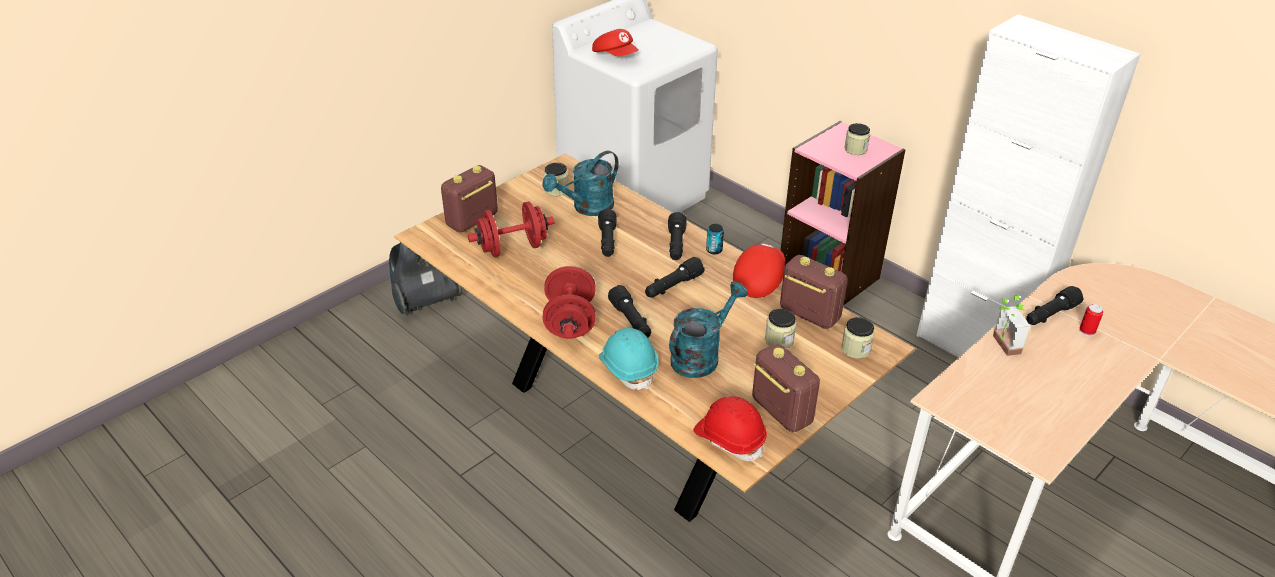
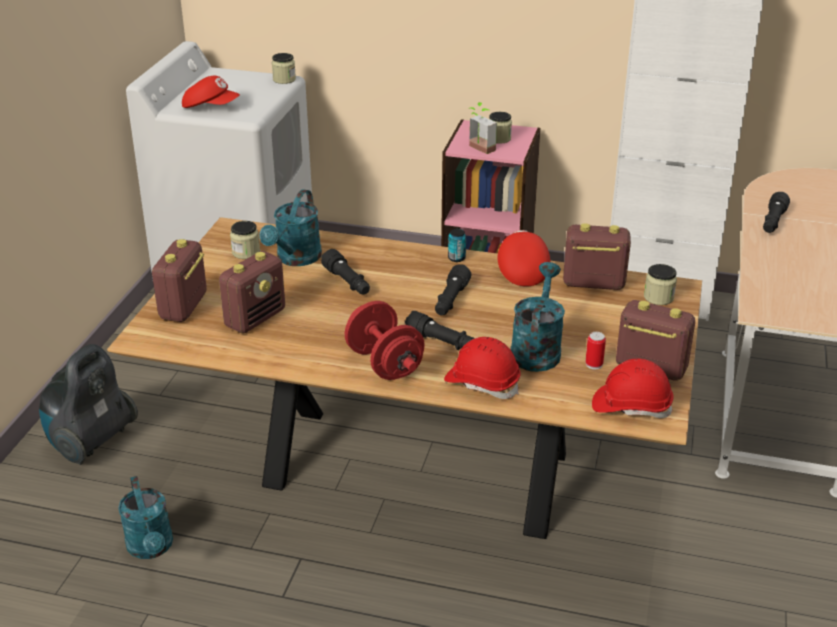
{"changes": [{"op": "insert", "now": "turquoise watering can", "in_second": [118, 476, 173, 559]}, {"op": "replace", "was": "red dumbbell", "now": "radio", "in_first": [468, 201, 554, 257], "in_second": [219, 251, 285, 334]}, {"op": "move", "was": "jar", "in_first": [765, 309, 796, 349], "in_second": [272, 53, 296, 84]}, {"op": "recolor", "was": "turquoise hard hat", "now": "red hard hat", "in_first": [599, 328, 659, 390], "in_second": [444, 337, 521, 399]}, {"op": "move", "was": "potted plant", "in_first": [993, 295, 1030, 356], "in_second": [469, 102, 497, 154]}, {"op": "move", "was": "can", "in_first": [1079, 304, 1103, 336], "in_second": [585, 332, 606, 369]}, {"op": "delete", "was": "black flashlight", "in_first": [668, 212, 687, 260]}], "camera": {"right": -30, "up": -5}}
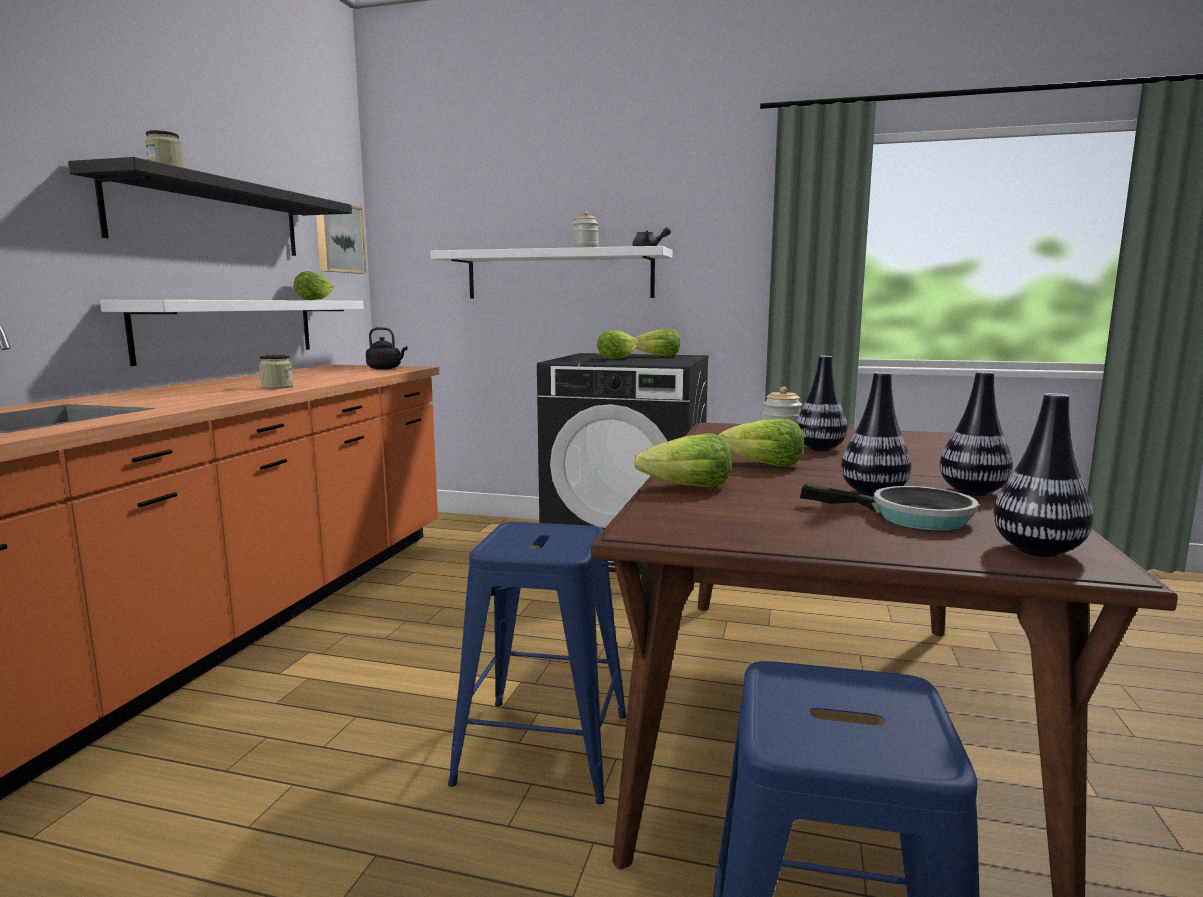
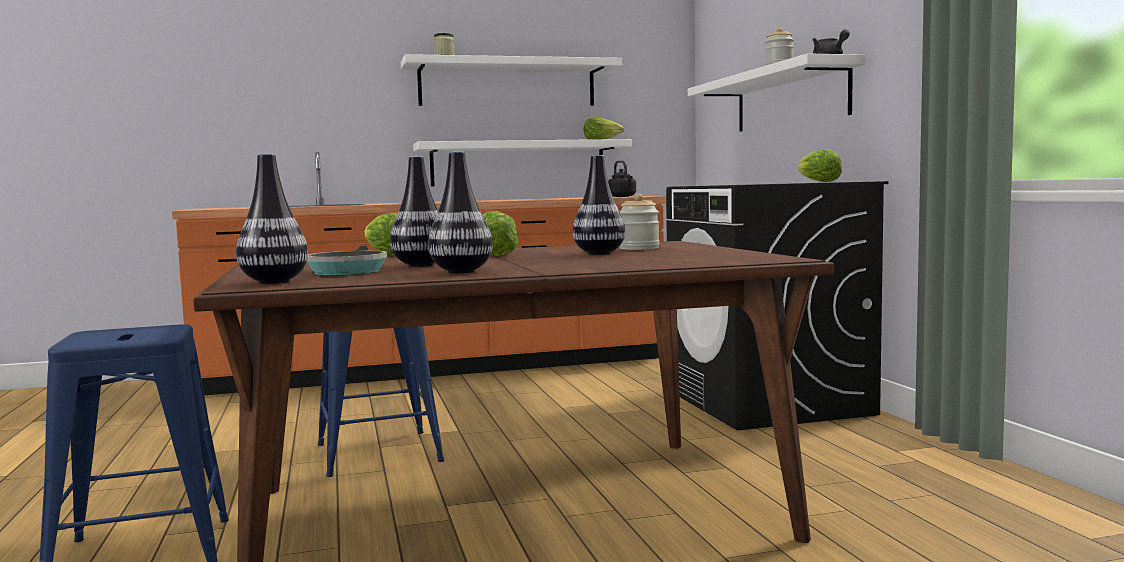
{"changes": [{"op": "recolor", "was": "black shelf", "now": "white shelf", "in_first": [68, 157, 352, 256], "in_second": [401, 54, 622, 106]}, {"op": "delete", "was": "jar", "in_first": [259, 355, 293, 389]}, {"op": "delete", "was": "picture", "in_first": [316, 205, 366, 274]}, {"op": "delete", "was": "lettuce", "in_first": [597, 330, 639, 360]}], "camera": {"right": 60, "up": -5}}
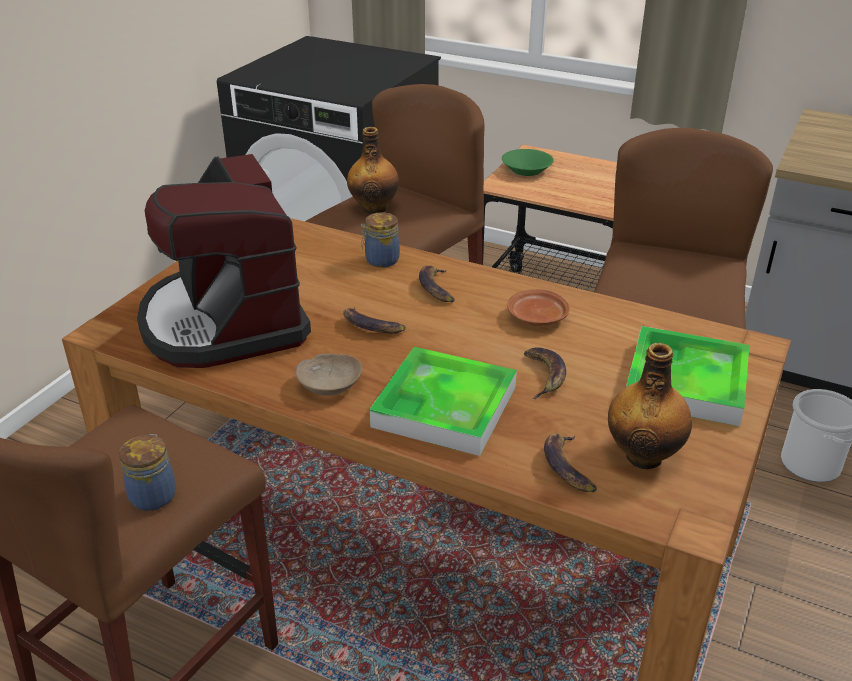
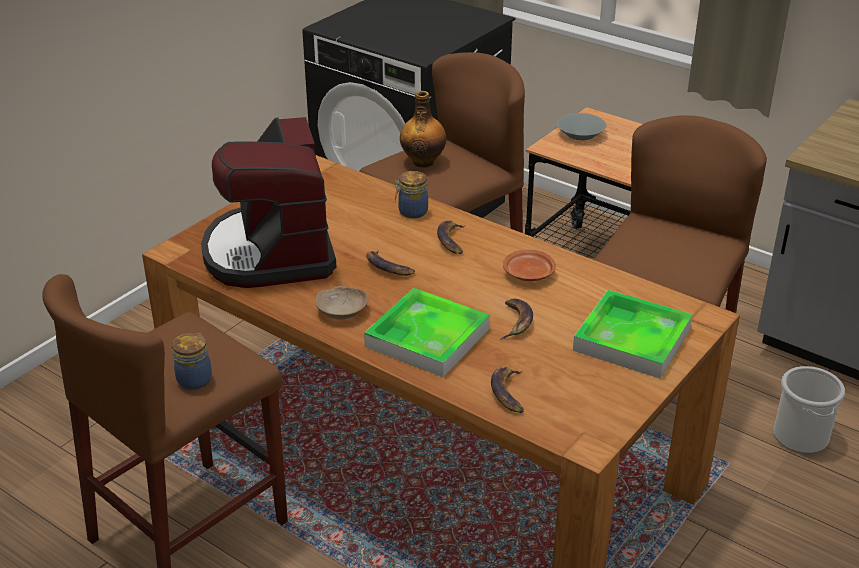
{"changes": [{"op": "recolor", "was": "green bowl", "now": "grey bowl", "in_first": [502, 149, 554, 176], "in_second": [557, 113, 606, 140]}, {"op": "delete", "was": "bottle", "in_first": [608, 343, 692, 469]}], "camera": {"right": 10, "up": 0}}
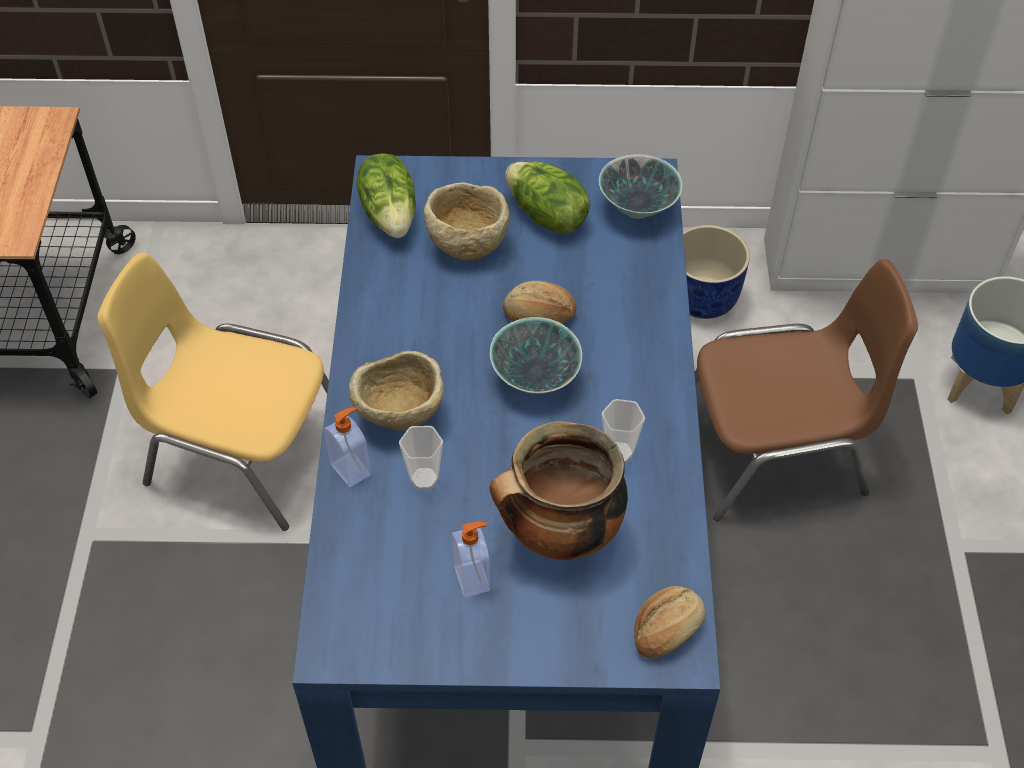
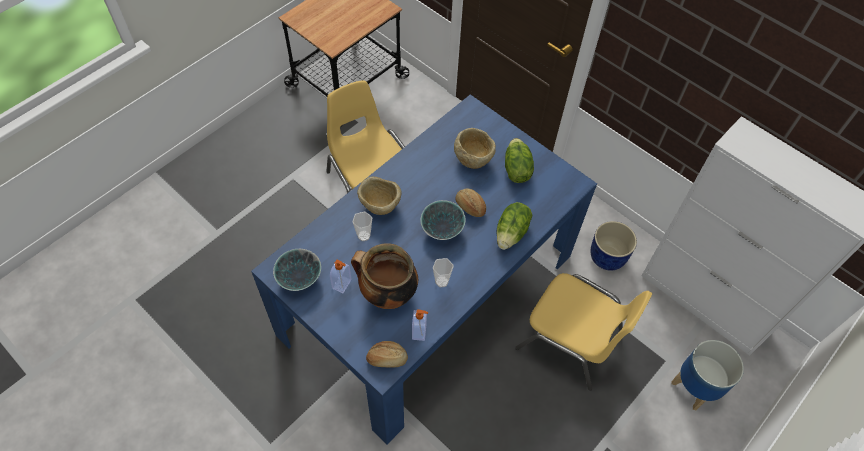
{"changes": [{"op": "move", "was": "bowl", "in_first": [599, 154, 682, 219], "in_second": [273, 249, 321, 291]}, {"op": "move", "was": "soap dispenser", "in_first": [324, 407, 371, 487], "in_second": [412, 310, 428, 341]}, {"op": "move", "was": "lettuce", "in_first": [356, 153, 415, 238], "in_second": [497, 202, 532, 250]}, {"op": "recolor", "was": "brown chair", "now": "yellow chair", "in_first": [695, 259, 918, 521], "in_second": [515, 273, 652, 391]}], "camera": {"right": 40, "up": 5}}
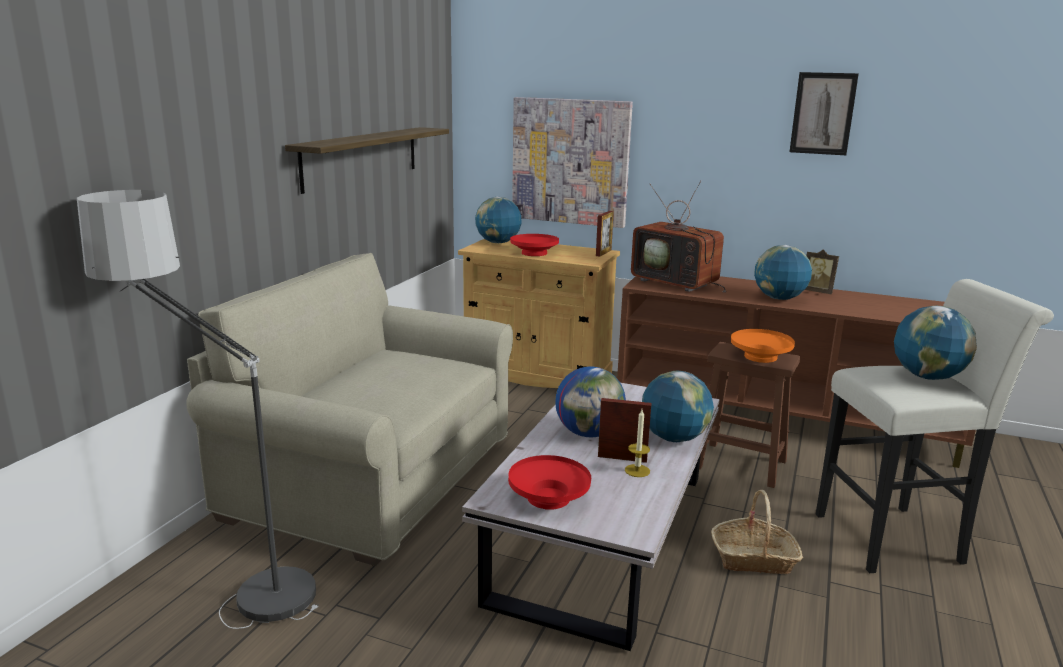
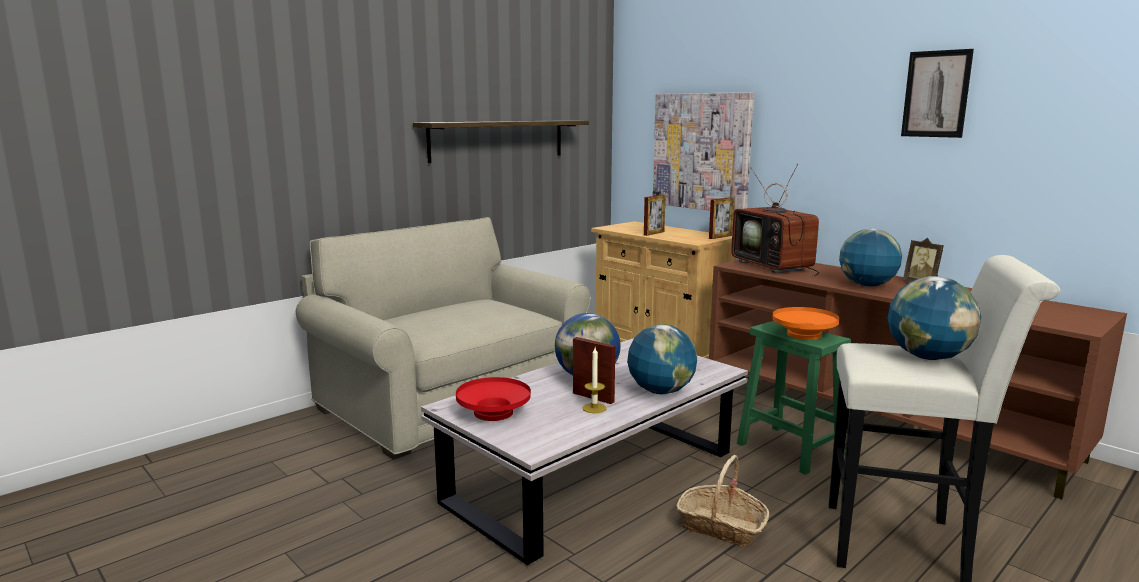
{"changes": [{"op": "replace", "was": "red bowl", "now": "picture frame", "in_first": [510, 234, 559, 256], "in_second": [644, 195, 666, 236]}, {"op": "recolor", "was": "brown stool", "now": "green stool", "in_first": [699, 342, 800, 488], "in_second": [737, 321, 851, 475]}, {"op": "delete", "was": "floor lamp", "in_first": [77, 190, 319, 629]}, {"op": "delete", "was": "globe", "in_first": [475, 197, 521, 243]}], "camera": {"right": 25, "up": -5}}
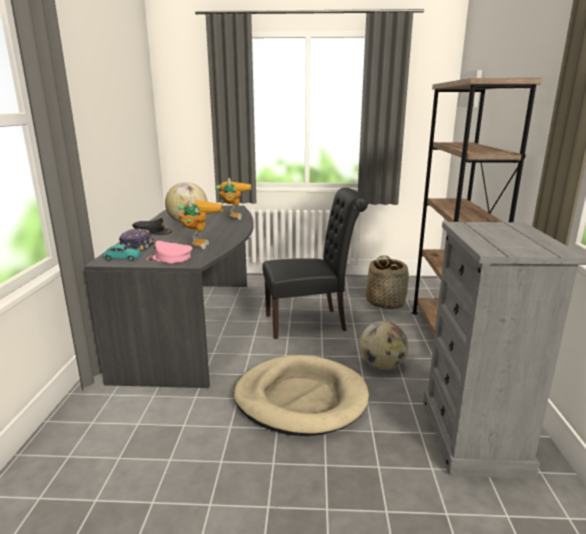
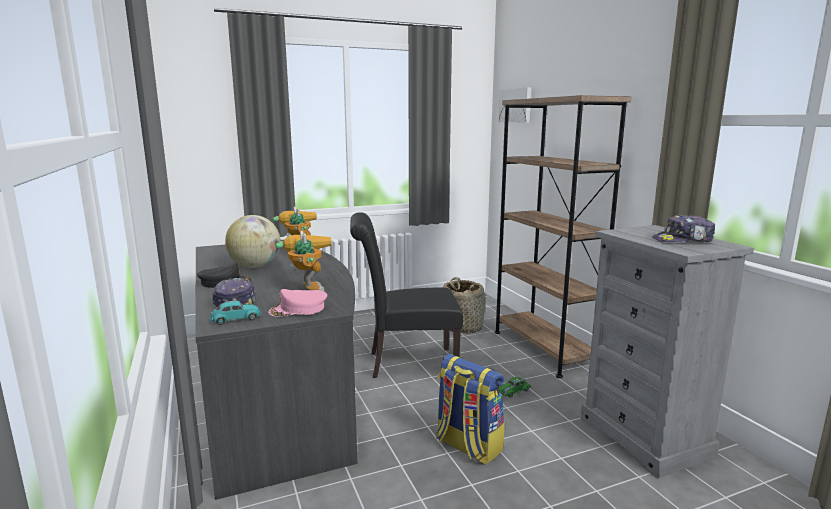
{"changes": [{"op": "rotate", "was": "black chair", "in_first": [263, 188, 368, 339], "in_second": [350, 212, 463, 378], "clockwise": -150}, {"op": "replace", "was": "beige dog bed", "now": "backpack", "in_first": [233, 355, 369, 436], "in_second": [436, 354, 505, 465]}, {"op": "replace", "was": "globe", "now": "green toy car", "in_first": [360, 321, 408, 370], "in_second": [499, 377, 531, 398]}, {"op": "insert", "now": "cap", "in_second": [652, 215, 715, 242]}], "camera": {"right": -25, "up": -5}}
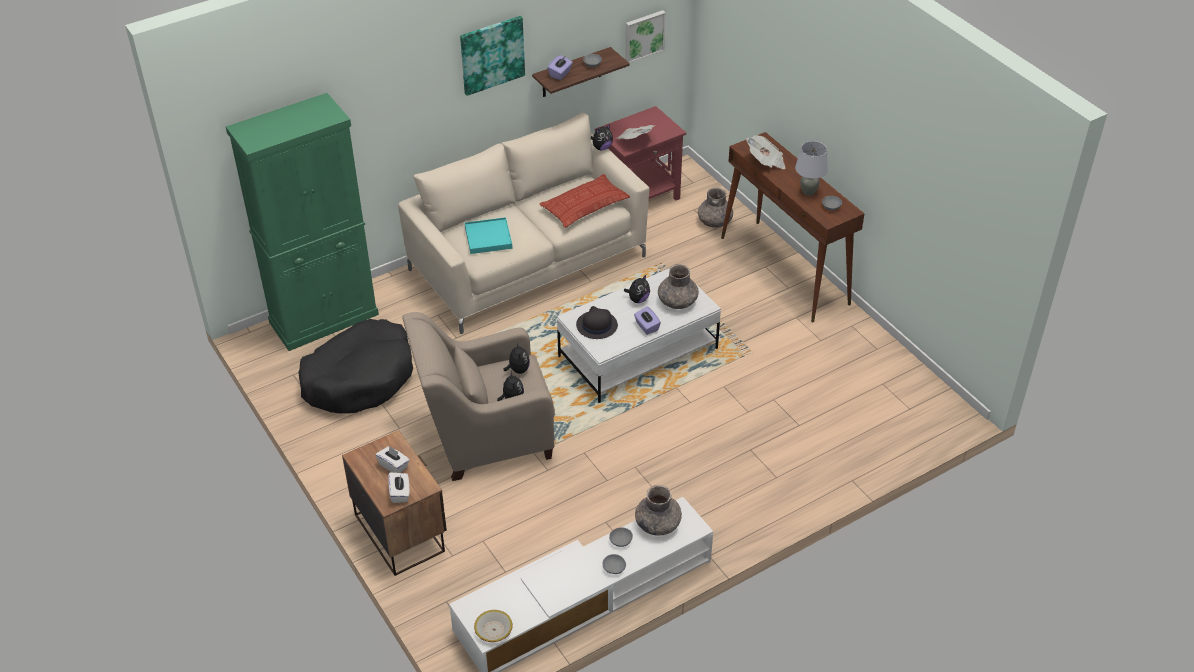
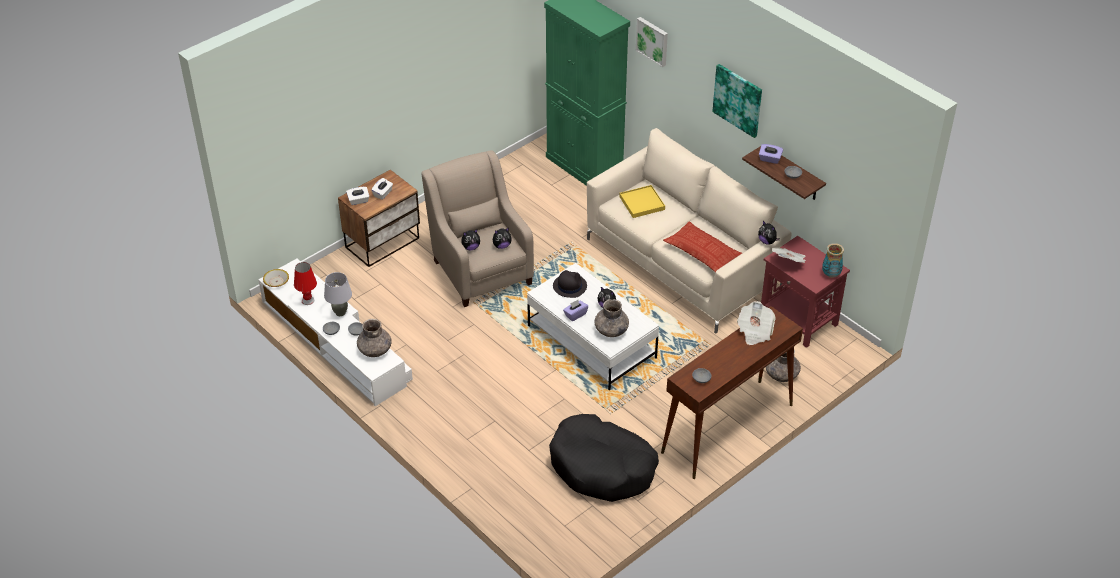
{"changes": [{"op": "insert", "now": "red table lamp", "in_second": [294, 262, 317, 305]}, {"op": "move", "was": "grey table lamp", "in_first": [795, 141, 828, 196], "in_second": [324, 272, 352, 316]}, {"op": "move", "was": "black dog bed", "in_first": [298, 319, 413, 414], "in_second": [549, 414, 659, 502]}, {"op": "recolor", "was": "turquoise tray", "now": "yellow tray", "in_first": [465, 217, 513, 254], "in_second": [619, 185, 665, 218]}, {"op": "move", "was": "picture", "in_first": [625, 10, 666, 63], "in_second": [636, 17, 668, 67]}, {"op": "insert", "now": "vase", "in_second": [822, 243, 844, 278]}], "camera": {"right": 80, "up": 0}}
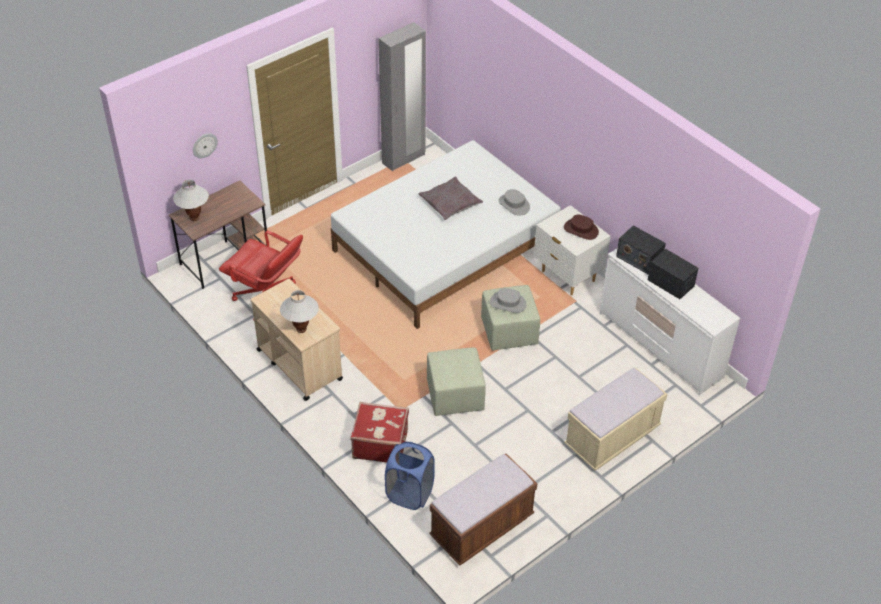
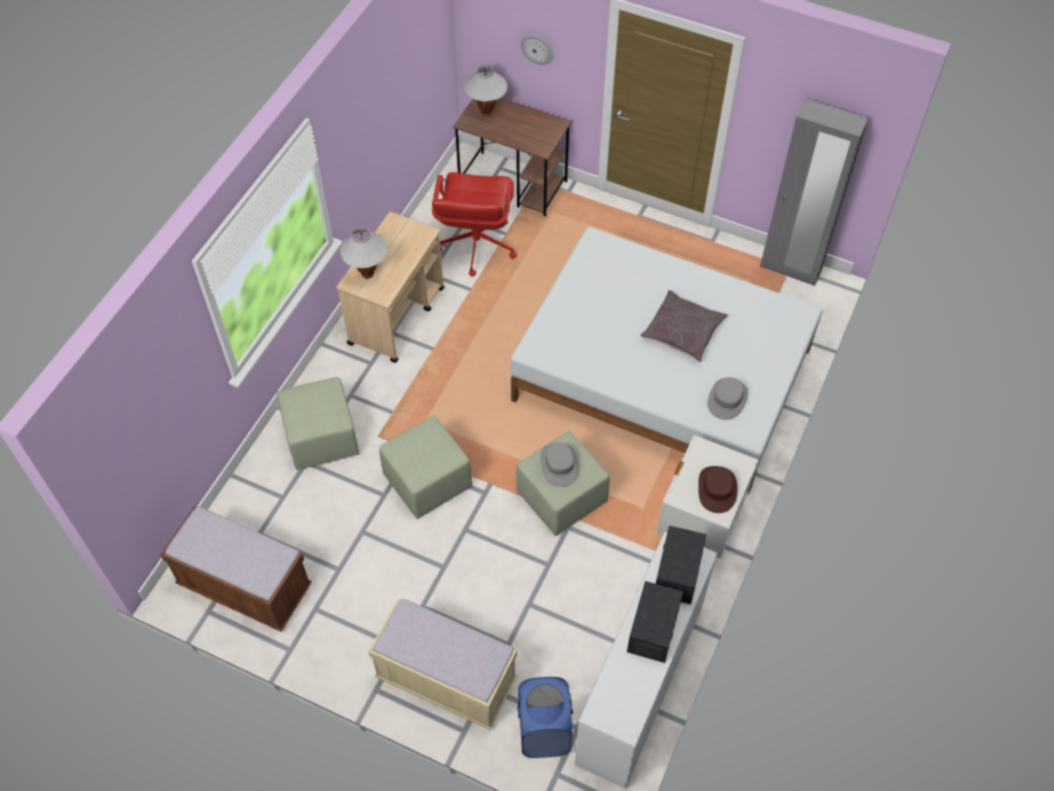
{"changes": [{"op": "replace", "was": "red suitcase", "now": "green ottoman", "in_first": [350, 402, 409, 463], "in_second": [277, 377, 359, 470]}, {"op": "move", "was": "blue laundry basket", "in_first": [385, 442, 435, 510], "in_second": [517, 677, 573, 758]}], "camera": {"right": 65, "up": 10}}
